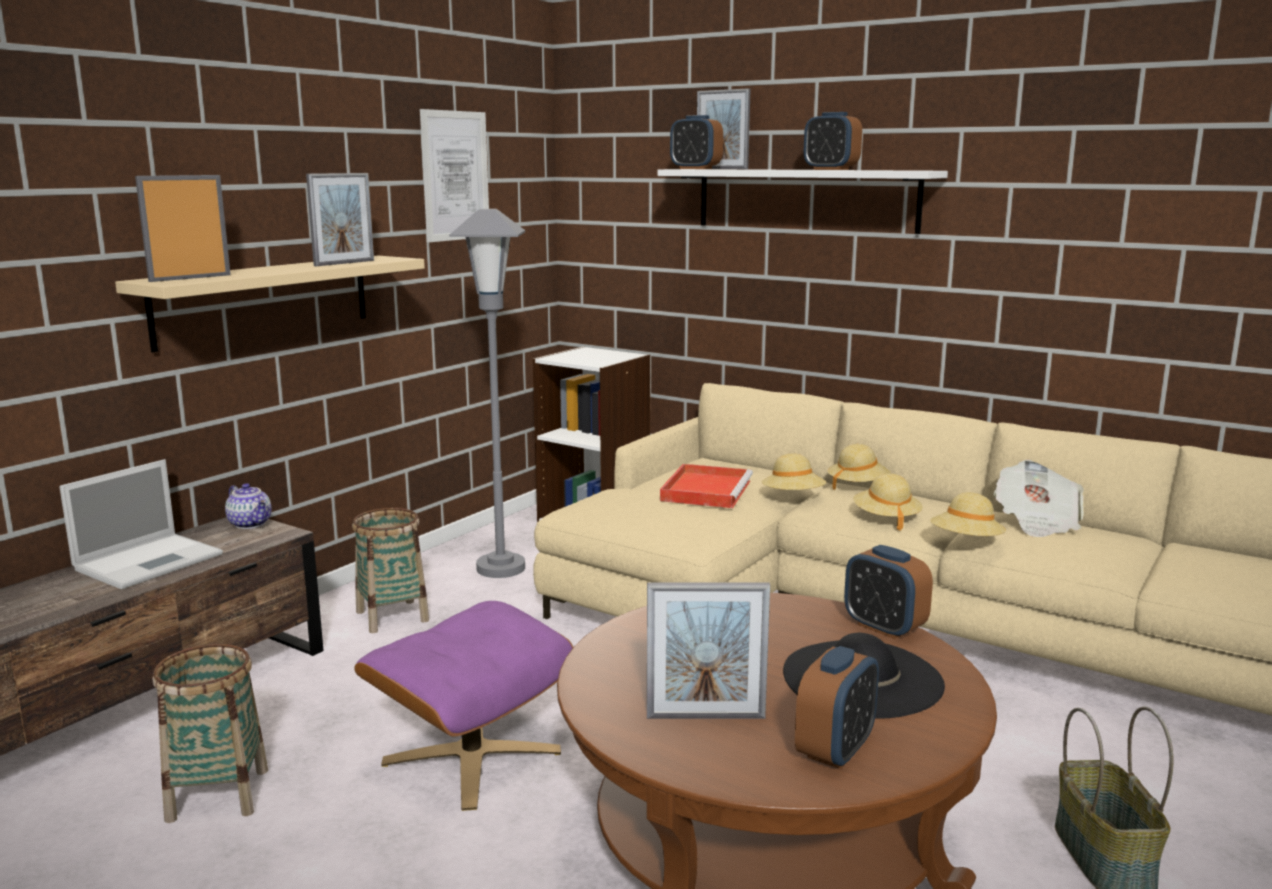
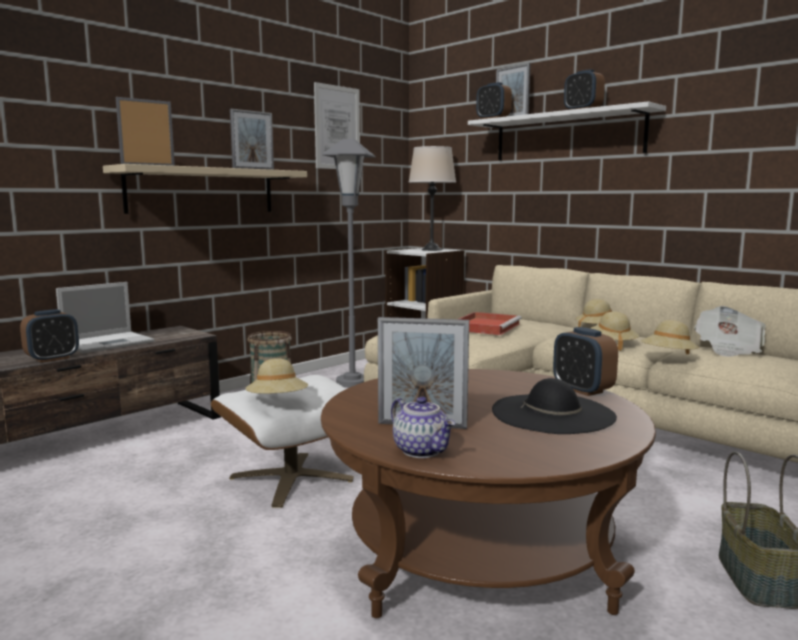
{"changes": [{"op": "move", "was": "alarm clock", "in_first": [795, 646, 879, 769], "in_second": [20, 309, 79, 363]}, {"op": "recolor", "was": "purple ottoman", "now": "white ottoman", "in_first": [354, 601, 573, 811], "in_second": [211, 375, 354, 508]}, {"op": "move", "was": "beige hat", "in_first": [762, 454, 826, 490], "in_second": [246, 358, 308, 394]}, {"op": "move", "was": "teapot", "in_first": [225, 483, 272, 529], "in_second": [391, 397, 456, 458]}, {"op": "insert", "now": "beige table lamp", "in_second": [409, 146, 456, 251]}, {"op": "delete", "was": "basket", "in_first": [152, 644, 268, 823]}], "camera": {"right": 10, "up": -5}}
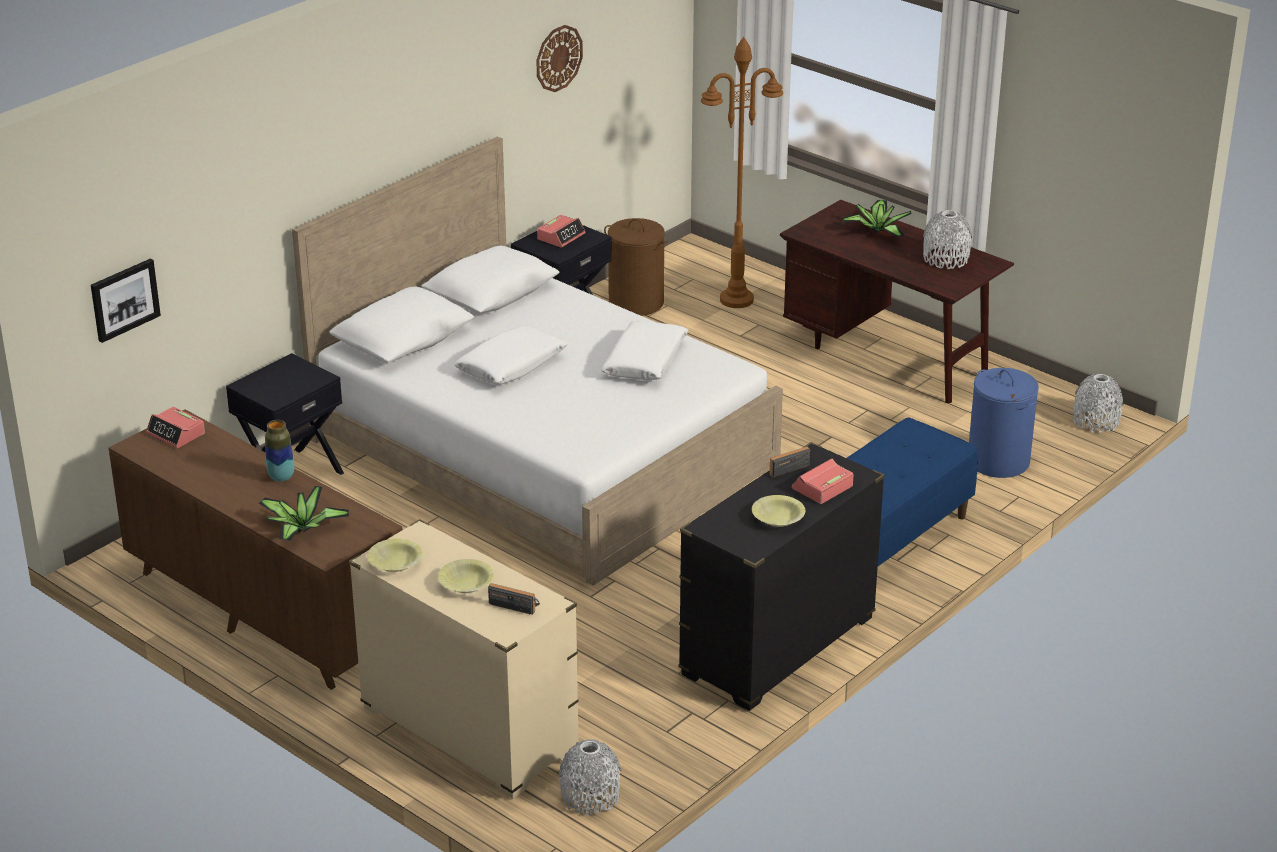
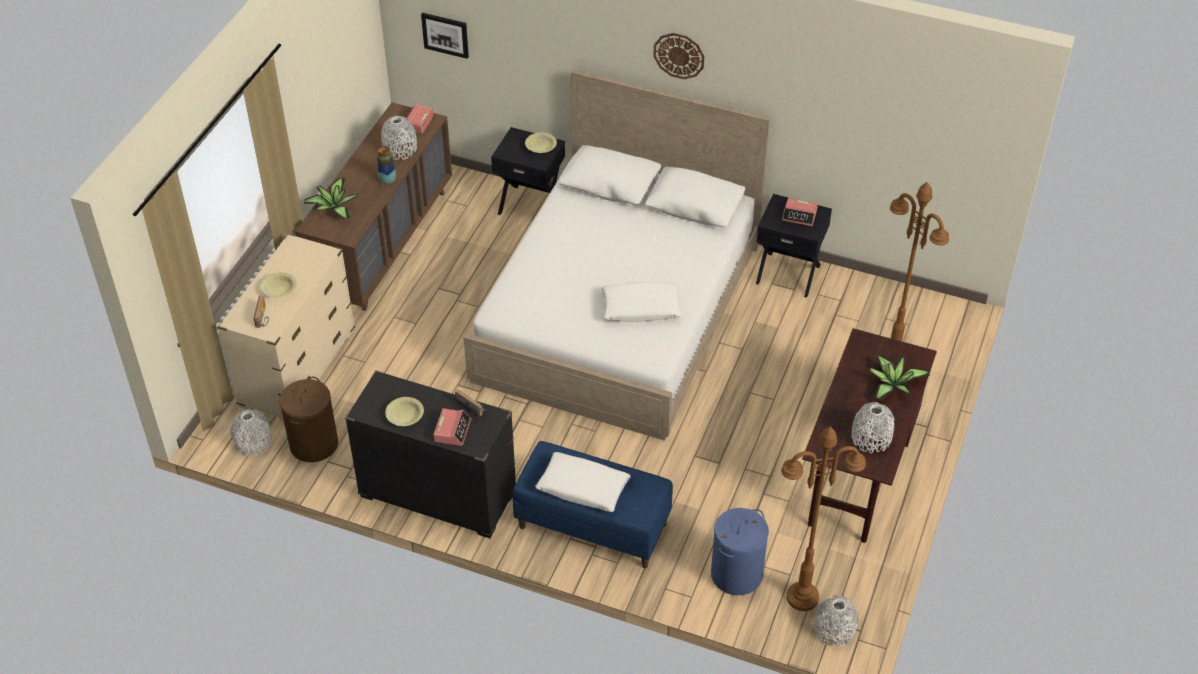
{"changes": [{"op": "move", "was": "brown laundry basket", "in_first": [604, 218, 668, 316], "in_second": [279, 377, 338, 462]}, {"op": "insert", "now": "grey vase", "in_second": [381, 116, 417, 160]}, {"op": "rotate", "was": "alarm clock", "in_first": [792, 458, 854, 504], "in_second": [433, 408, 471, 446], "clockwise": 75}, {"op": "move", "was": "yellow bowl", "in_first": [367, 538, 423, 572], "in_second": [525, 132, 557, 153]}, {"op": "move", "was": "white pillow", "in_first": [454, 325, 568, 384], "in_second": [535, 452, 631, 512]}, {"op": "move", "was": "wall clock", "in_first": [536, 25, 583, 92], "in_second": [653, 33, 704, 79]}, {"op": "insert", "now": "brown floor lamp", "in_second": [781, 426, 866, 611]}], "camera": {"right": 70, "up": 15}}
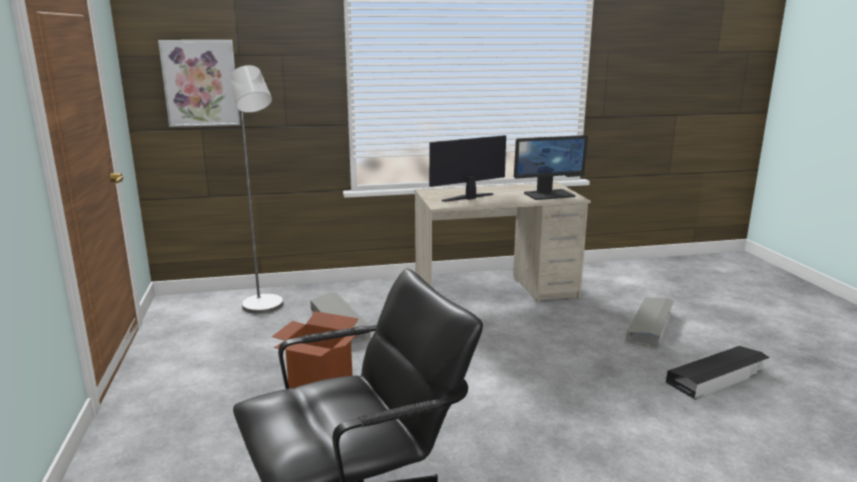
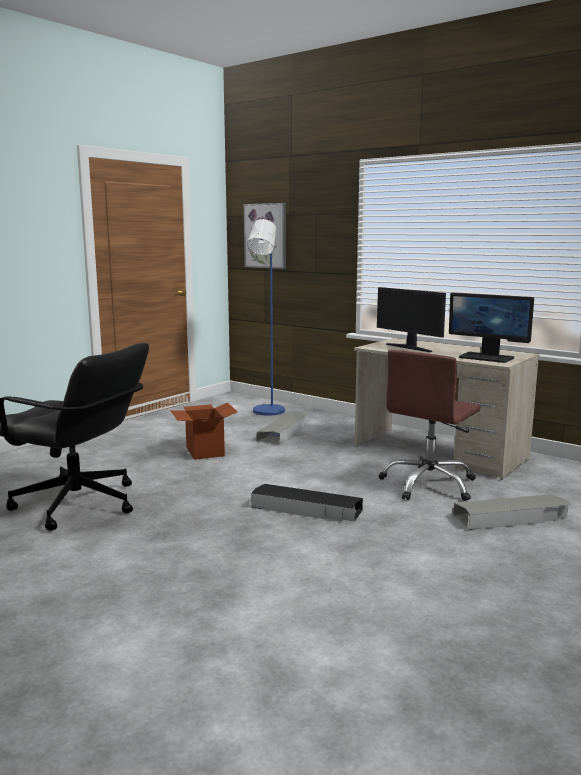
{"changes": [{"op": "recolor", "was": "grey floor lamp", "now": "blue floor lamp", "in_first": [230, 65, 283, 314], "in_second": [247, 219, 285, 416]}, {"op": "move", "was": "black storage box", "in_first": [666, 346, 770, 400], "in_second": [251, 484, 363, 522]}, {"op": "rotate", "was": "monitor", "in_first": [429, 135, 506, 202], "in_second": [377, 287, 446, 352], "clockwise": -150}, {"op": "insert", "now": "brown office chair", "in_second": [379, 350, 480, 501]}], "camera": {"right": 50, "up": -5}}
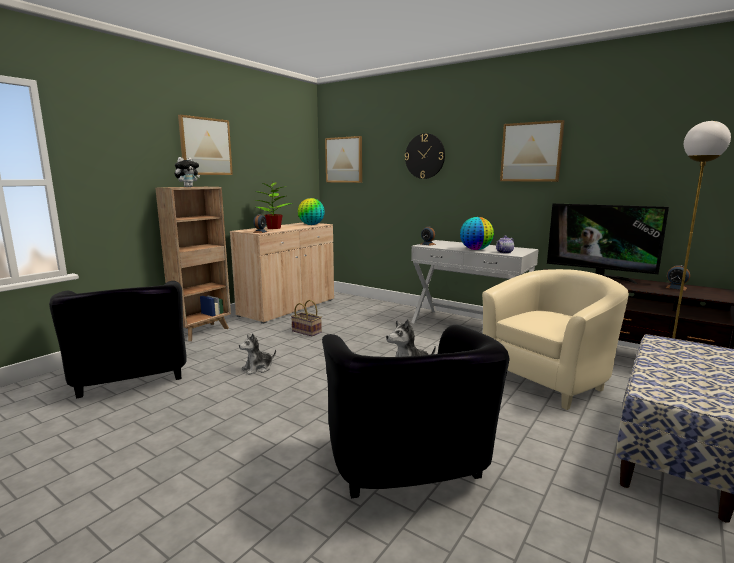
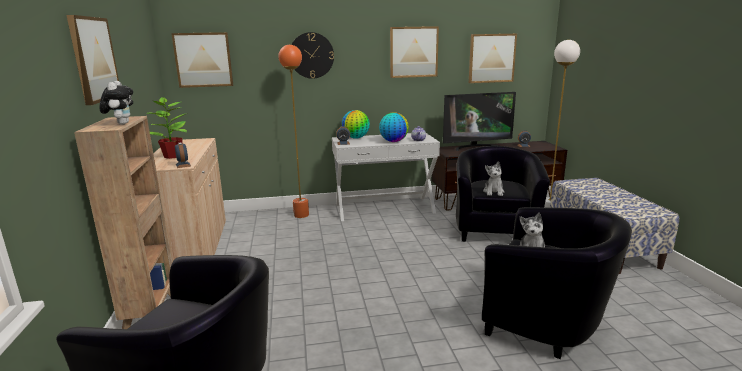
{"changes": [{"op": "insert", "now": "orange floor lamp", "in_second": [278, 45, 309, 218]}, {"op": "move", "was": "globe", "in_first": [298, 198, 325, 225], "in_second": [341, 110, 370, 139]}, {"op": "recolor", "was": "beige armchair", "now": "black armchair", "in_first": [482, 269, 629, 410], "in_second": [456, 146, 550, 242]}, {"op": "insert", "now": "picture", "in_second": [469, 34, 517, 83]}, {"op": "move", "was": "plush toy", "in_first": [239, 333, 276, 375], "in_second": [483, 161, 504, 196]}, {"op": "delete", "was": "basket", "in_first": [291, 300, 322, 336]}], "camera": {"right": -45, "up": 5}}
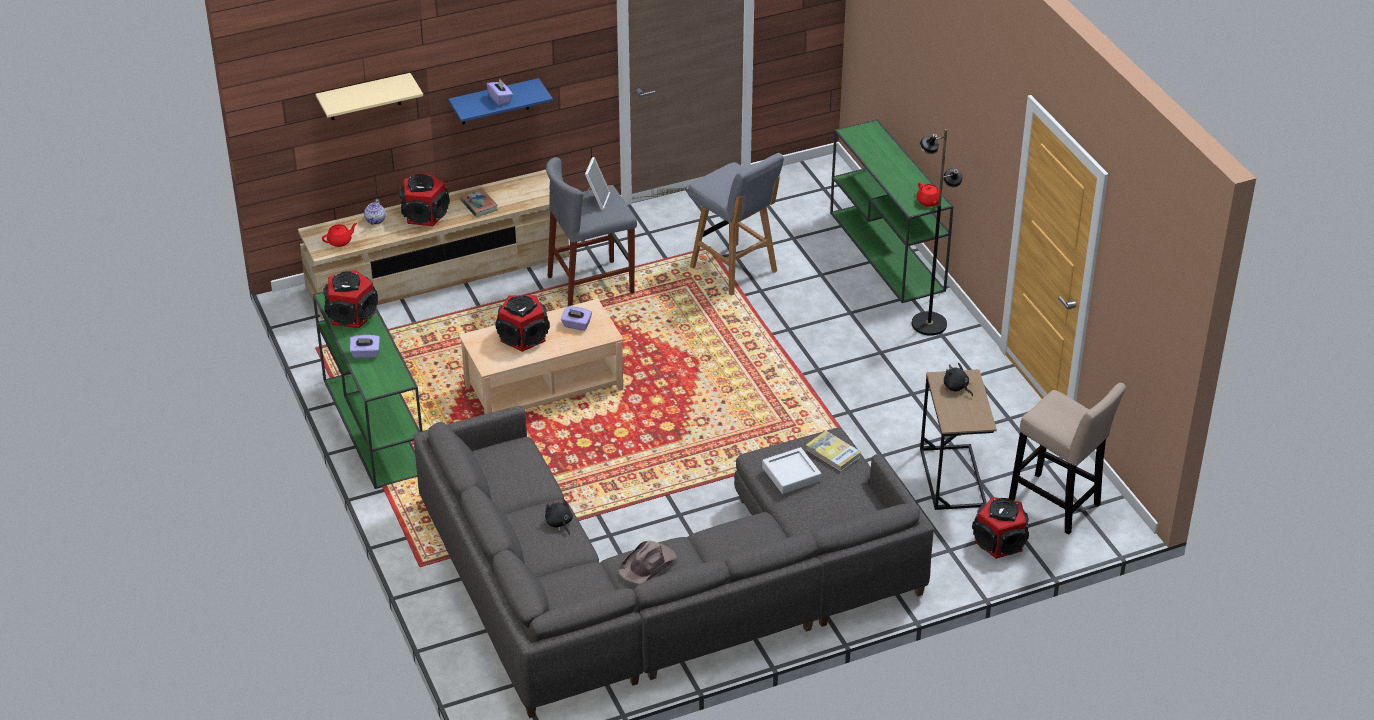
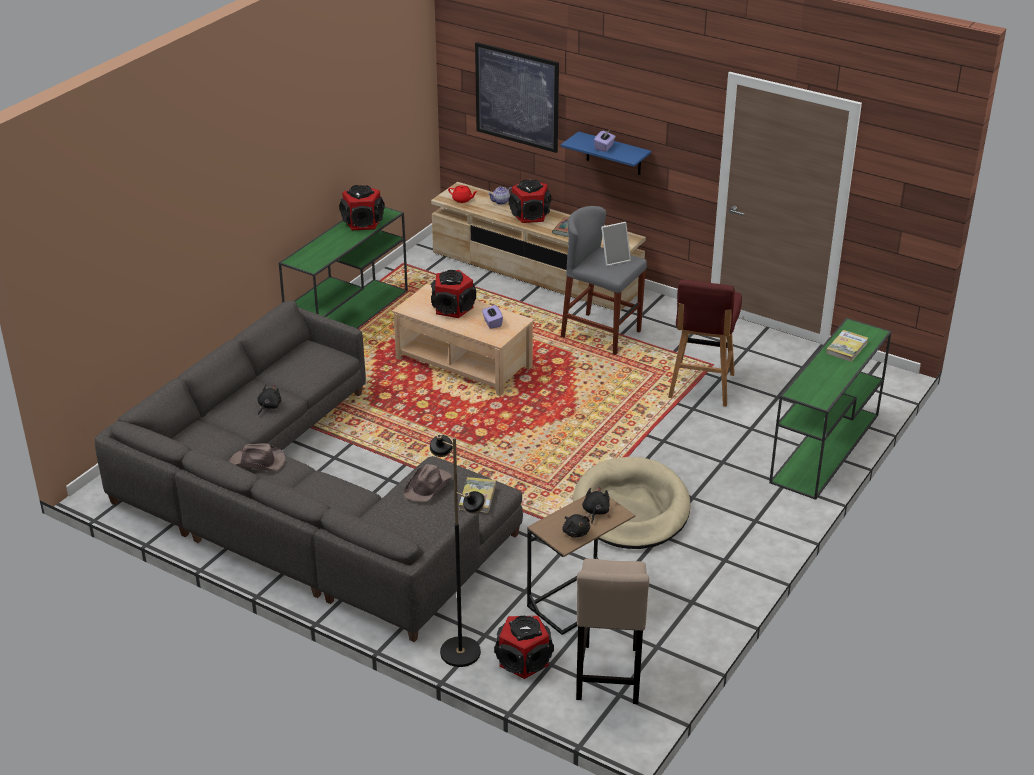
{"changes": [{"op": "replace", "was": "grey tray", "now": "brown hat", "in_first": [762, 447, 821, 494], "in_second": [403, 464, 453, 502]}, {"op": "move", "was": "black floor lamp", "in_first": [912, 129, 962, 336], "in_second": [430, 434, 486, 667]}, {"op": "replace", "was": "beige shelf", "now": "picture", "in_first": [316, 73, 423, 120], "in_second": [475, 42, 559, 153]}, {"op": "insert", "now": "black plush toy", "in_second": [562, 514, 590, 538]}, {"op": "insert", "now": "beige dog bed", "in_second": [573, 457, 690, 549]}, {"op": "recolor", "was": "grey stool", "now": "red stool", "in_first": [688, 153, 784, 296], "in_second": [668, 280, 742, 407]}, {"op": "insert", "now": "book", "in_second": [826, 330, 868, 362]}, {"op": "delete", "was": "purple tissue box", "in_first": [350, 335, 380, 358]}, {"op": "delete", "was": "red teapot", "in_first": [916, 182, 939, 207]}], "camera": {"right": 55, "up": -5}}
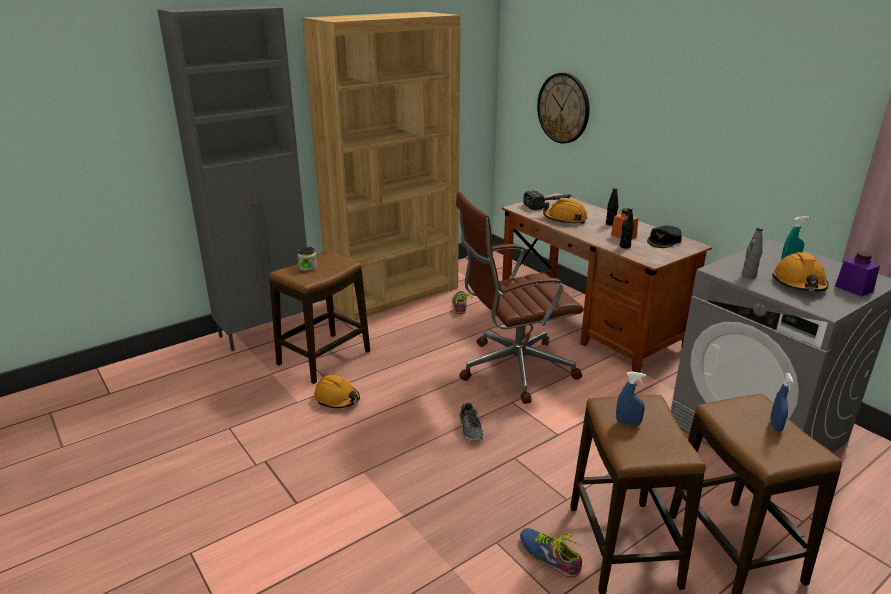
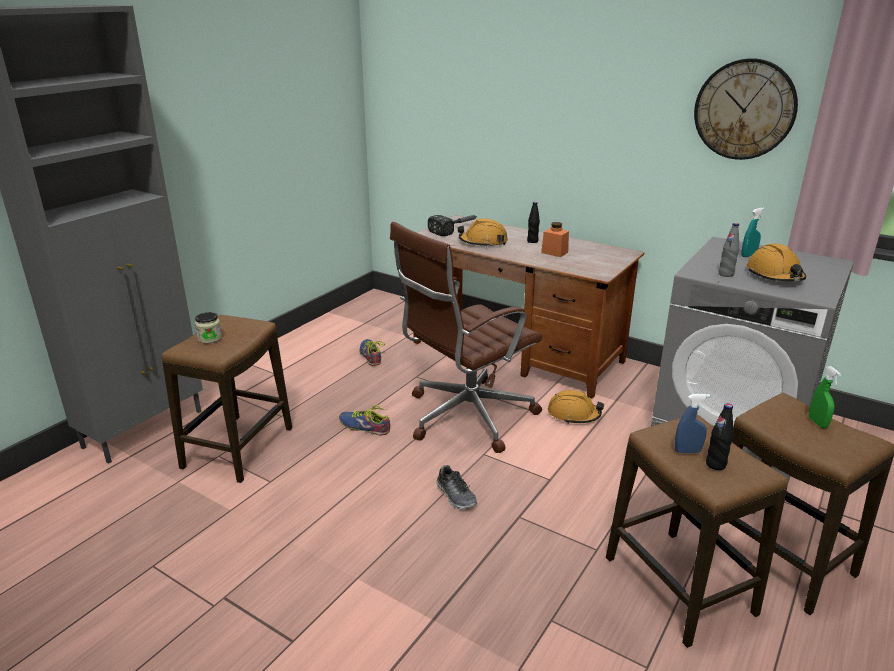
{"changes": [{"op": "move", "was": "shoe", "in_first": [520, 528, 582, 577], "in_second": [339, 405, 390, 435]}, {"op": "move", "was": "orange hard hat", "in_first": [314, 375, 360, 409], "in_second": [548, 390, 604, 424]}, {"op": "move", "was": "wall clock", "in_first": [537, 73, 589, 144], "in_second": [694, 58, 798, 160]}, {"op": "move", "was": "black bottle", "in_first": [620, 208, 634, 249], "in_second": [706, 403, 733, 470]}, {"op": "recolor", "was": "blue spray bottle", "now": "green spray bottle", "in_first": [770, 373, 794, 432], "in_second": [809, 366, 841, 428]}, {"op": "delete", "was": "brown bookcase", "in_first": [302, 12, 461, 321]}, {"op": "delete", "was": "black cap", "in_first": [647, 226, 682, 248]}, {"op": "delete", "was": "purple jar", "in_first": [835, 251, 880, 297]}], "camera": {"right": -20, "up": 0}}
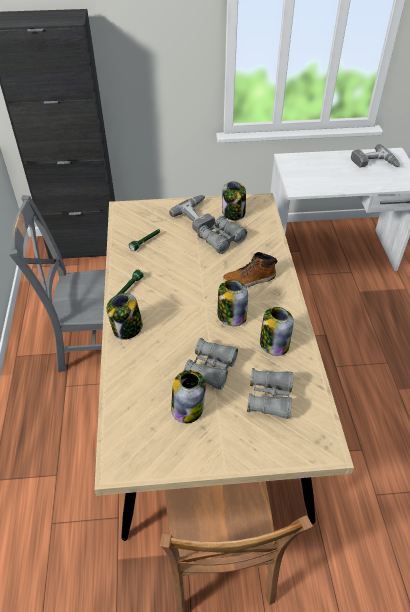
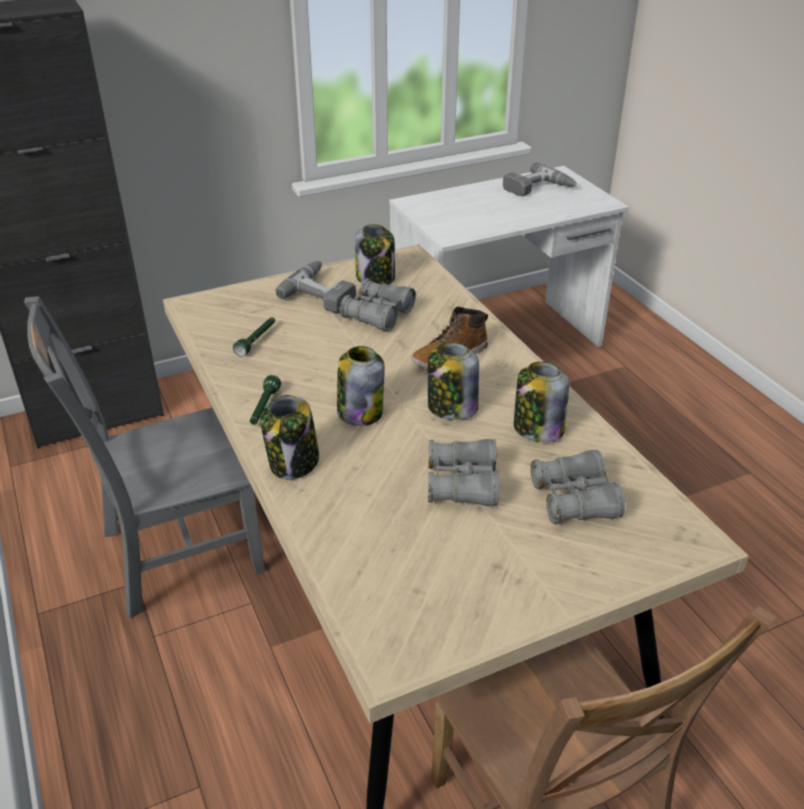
{"changes": [{"op": "move", "was": "jar", "in_first": [171, 370, 206, 423], "in_second": [337, 346, 384, 426]}], "camera": {"right": -20, "up": -10}}
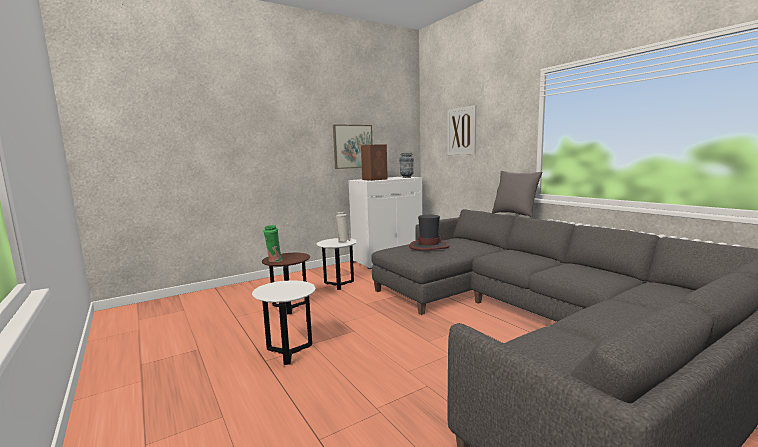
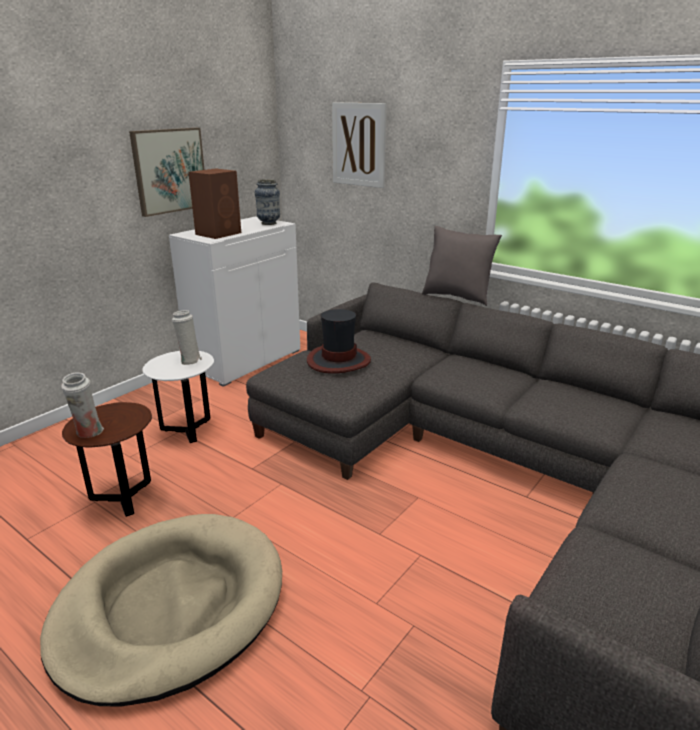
{"changes": [{"op": "replace", "was": "white side table", "now": "beige dog bed", "in_first": [252, 280, 316, 365], "in_second": [40, 514, 282, 707]}, {"op": "recolor", "was": "green vase", "now": "white vase", "in_first": [263, 225, 283, 262], "in_second": [61, 373, 104, 438]}], "camera": {"right": -20, "up": 15}}
